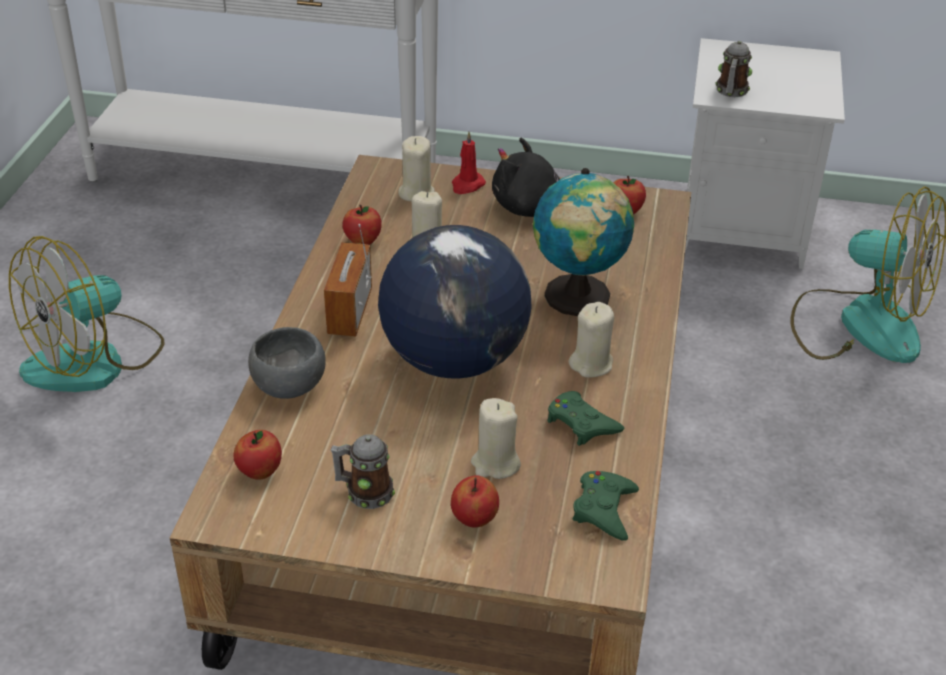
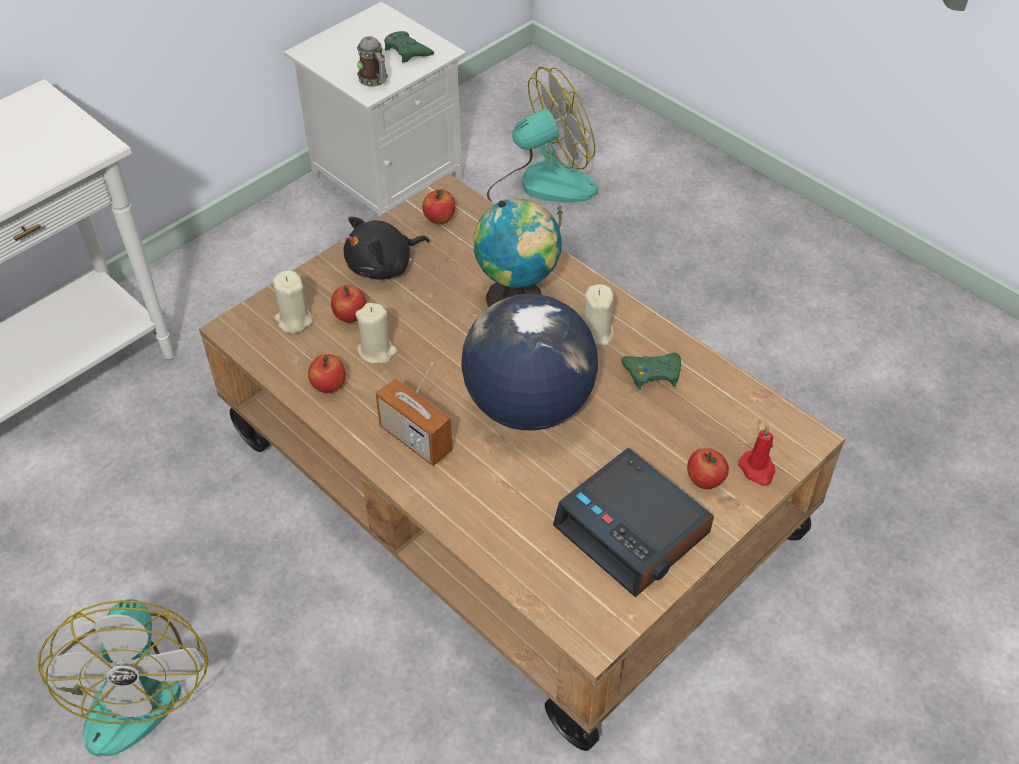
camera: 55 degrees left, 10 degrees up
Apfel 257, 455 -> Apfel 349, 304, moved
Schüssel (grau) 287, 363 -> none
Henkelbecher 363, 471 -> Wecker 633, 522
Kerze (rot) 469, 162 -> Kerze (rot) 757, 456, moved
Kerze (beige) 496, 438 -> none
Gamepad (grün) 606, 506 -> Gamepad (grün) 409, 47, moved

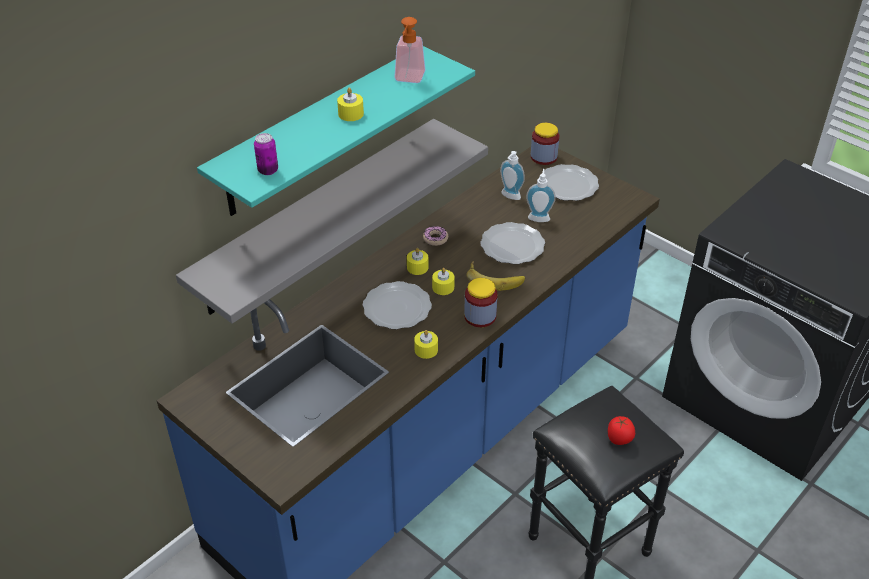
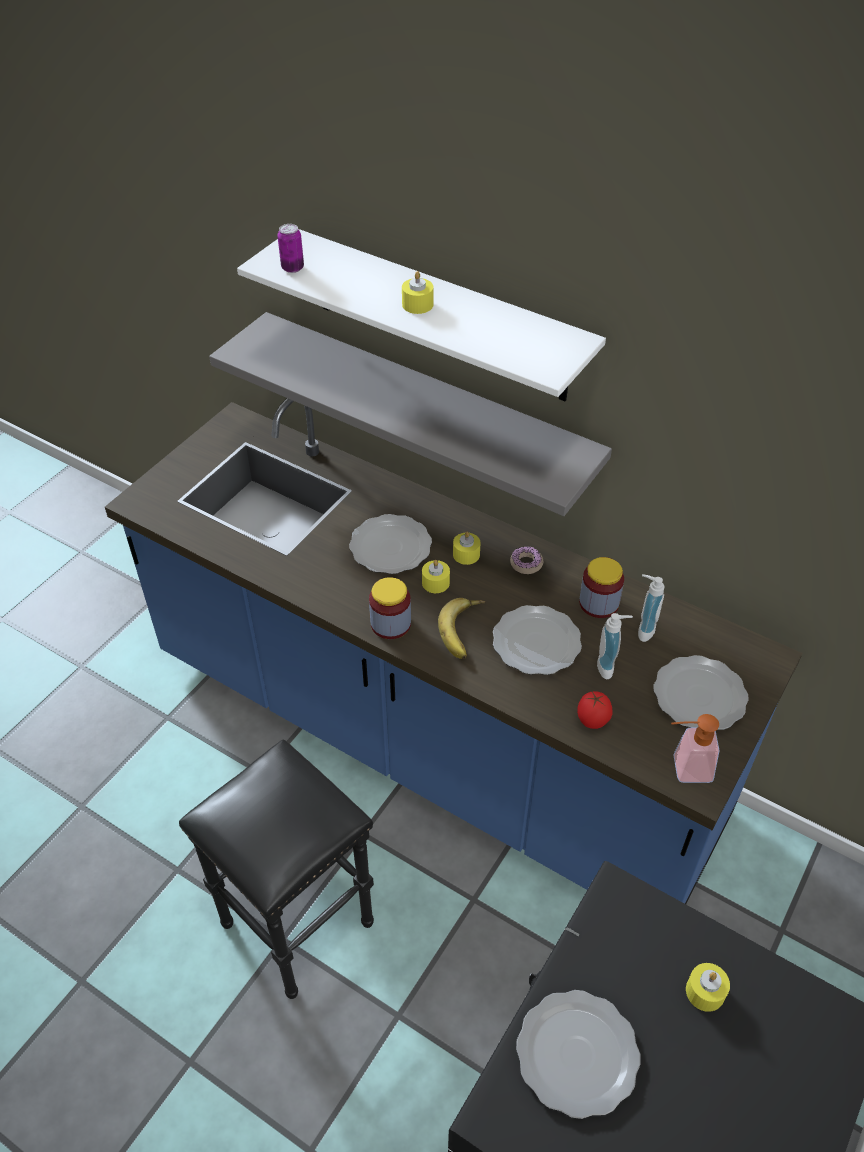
camera: 80 degrees right, 5 degrees up
Wandregal (türkis) 336, 131 -> Wandregal (weiß) 421, 315
Seifenspender 409, 50 -> Seifenspender 695, 748, moved
Kerze (gelb) 426, 344 -> Kerze (gelb) 708, 987, moved
Vorratsglas 545, 144 -> Vorratsglas 601, 587, moved
Tomate 621, 430 -> Tomate 595, 710, moved
none -> Teller 578, 1054

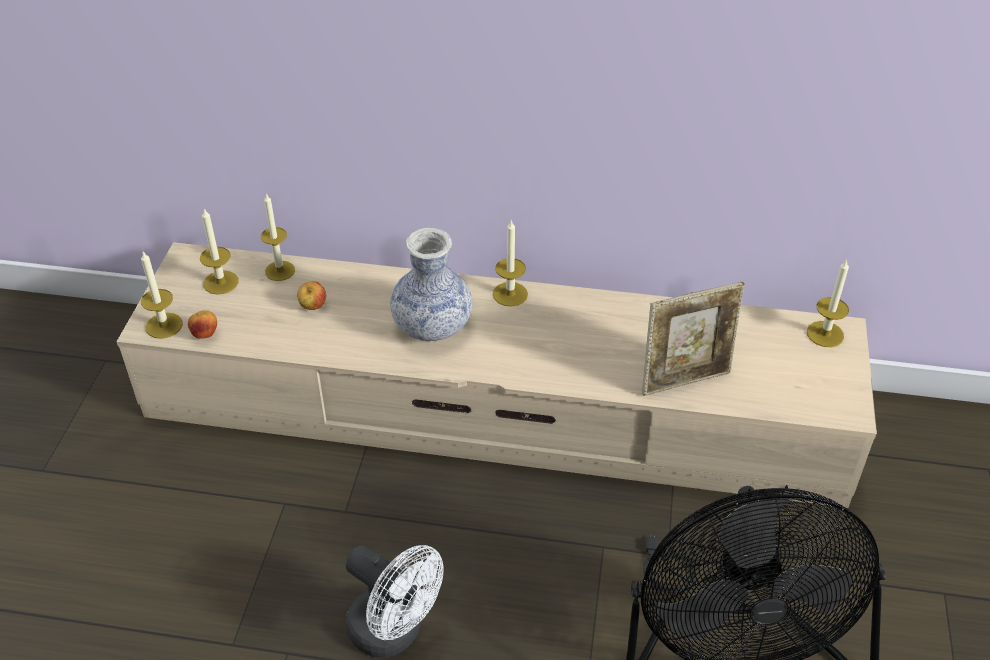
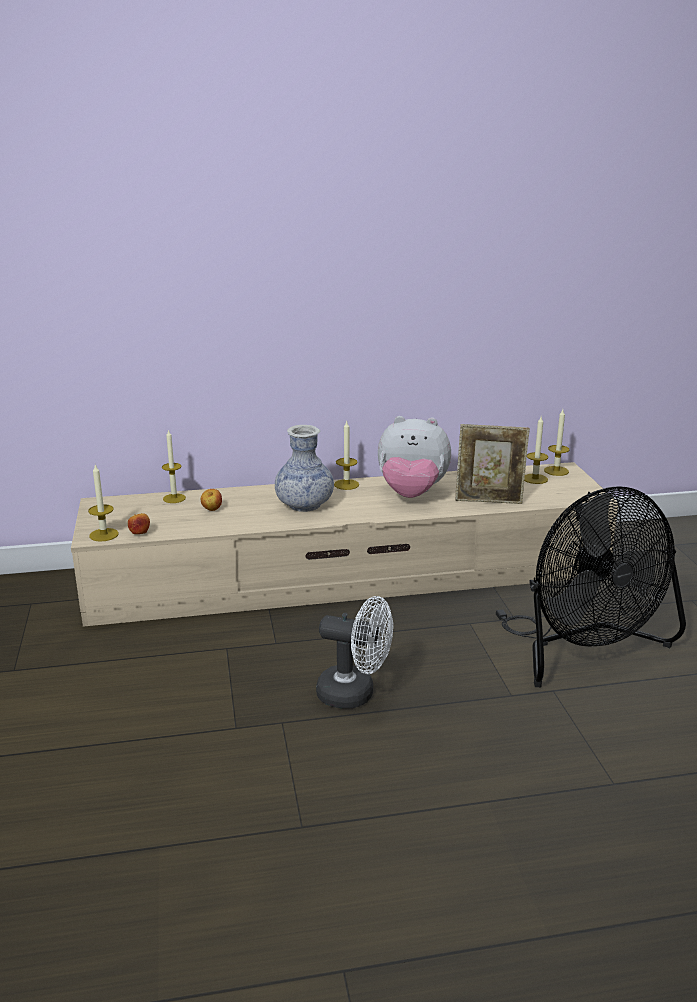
camera: 20 degrees left, 20 degrees down
Kerze 219, 252 -> Kerze 536, 450, moved
Bilderrahmen 693, 339 -> Bilderrahmen 492, 464, 45 degrees clockwise
none -> Plüschtier 414, 457

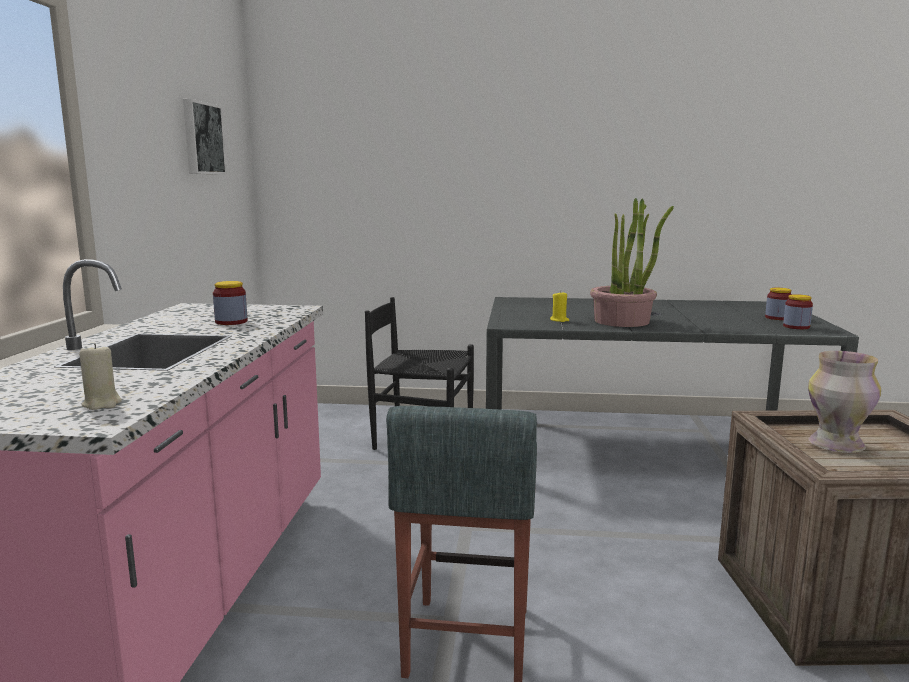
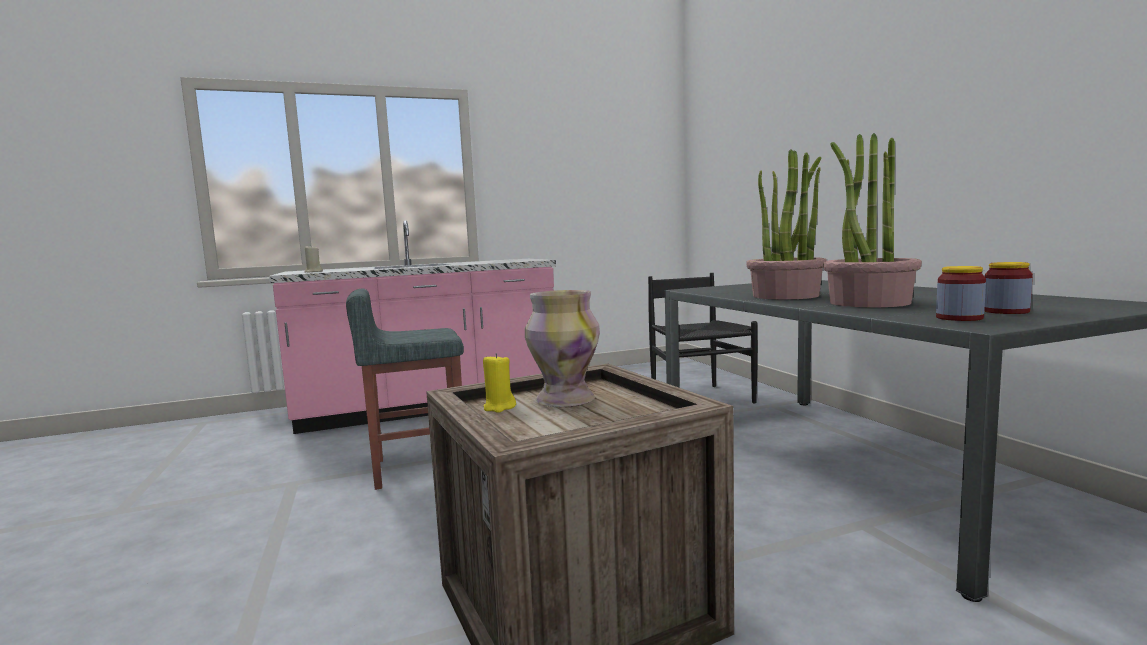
camera: 65 degrees right, 5 degrees down
Bild 205, 136 -> none
Vorratsglas 230, 303 -> none
Kerze (gelb) 559, 306 -> Kerze (gelb) 499, 383, moved
none -> Topfpflanze 872, 220

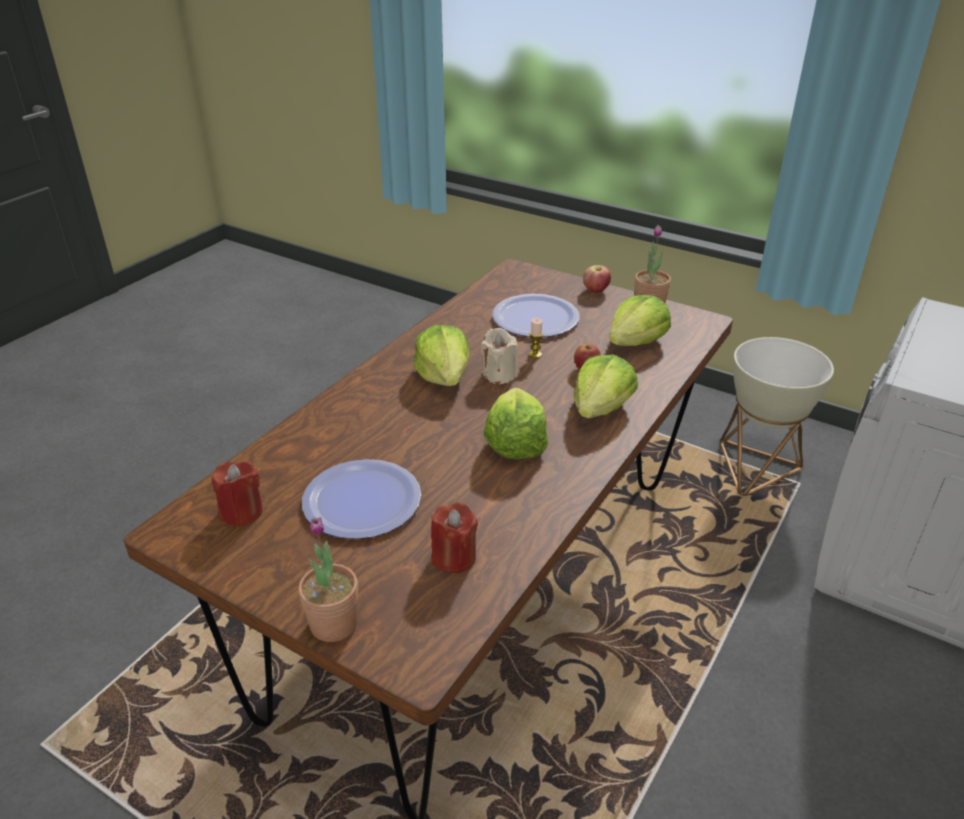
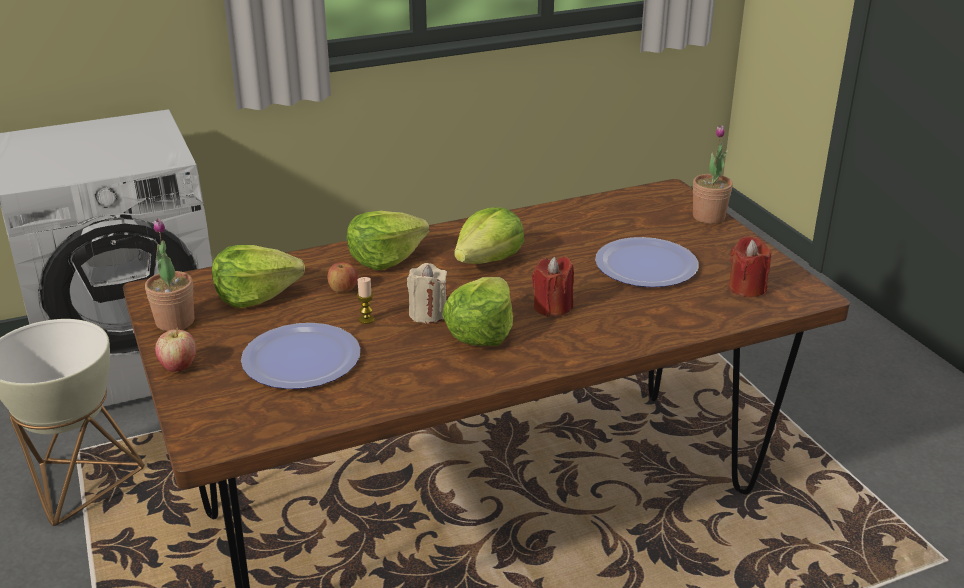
camera: 145 degrees left, 5 degrees down
Kerze (rot) 454, 537 -> Kerze (rot) 553, 287, moved

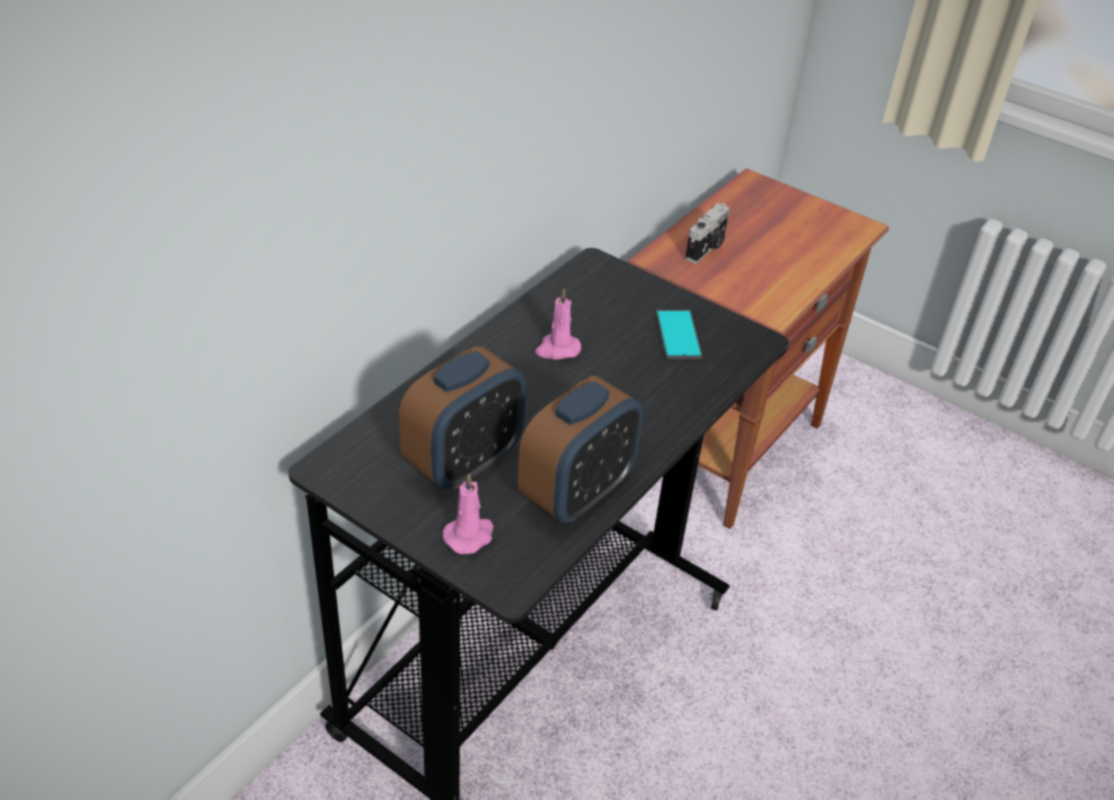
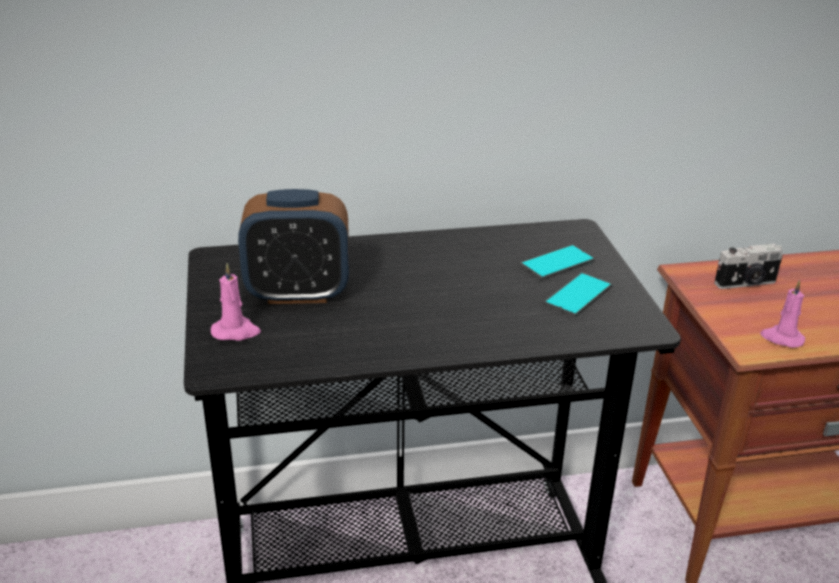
camera: 45 degrees right, 10 degrees down
Wecker 580, 449 -> none
Kerze (rosa) 558, 324 -> Kerze (rosa) 782, 314, moved
none -> Handy 557, 262

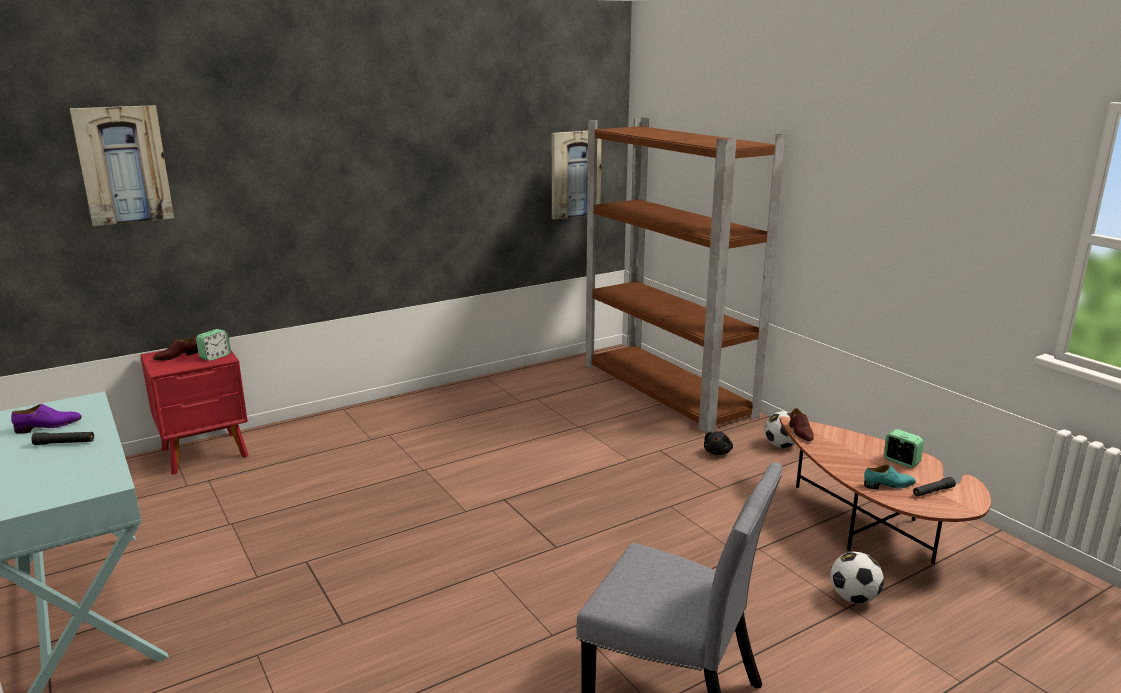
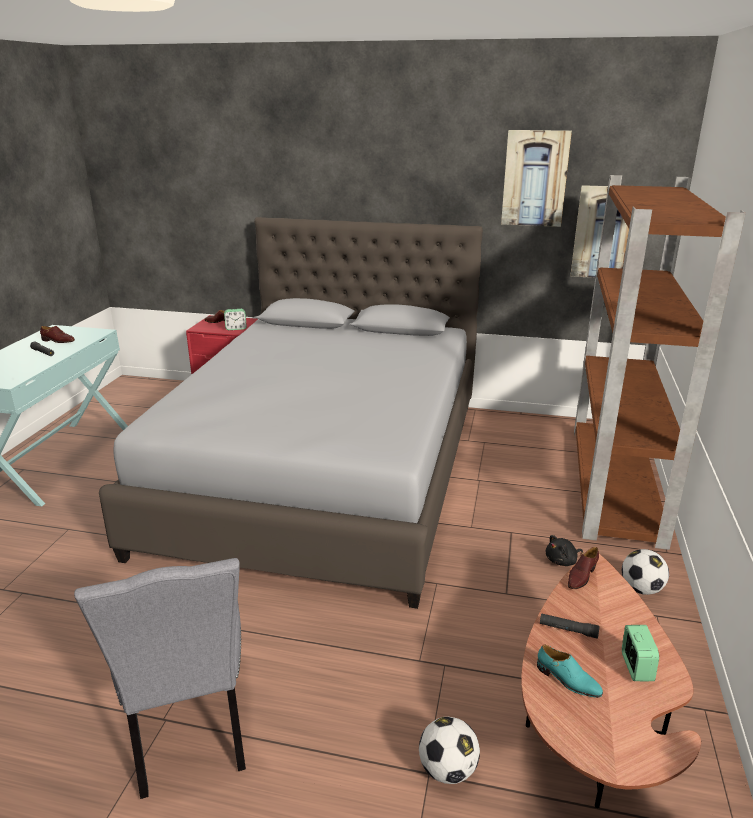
camera: 45 degrees right, 5 degrees up
Schuh (lila) 46, 419 -> Schuh (braun) 57, 334
Bild 122, 165 -> Bild 536, 178, moved
Taschenlampe (schwarz) 934, 487 -> Taschenlampe (schwarz) 570, 626, moved
none -> Bett (grau) 291, 413

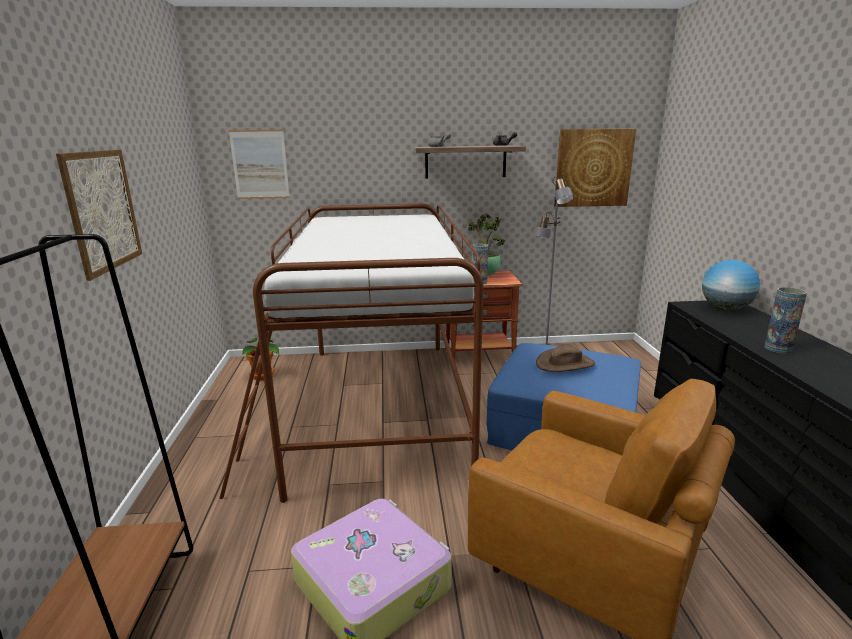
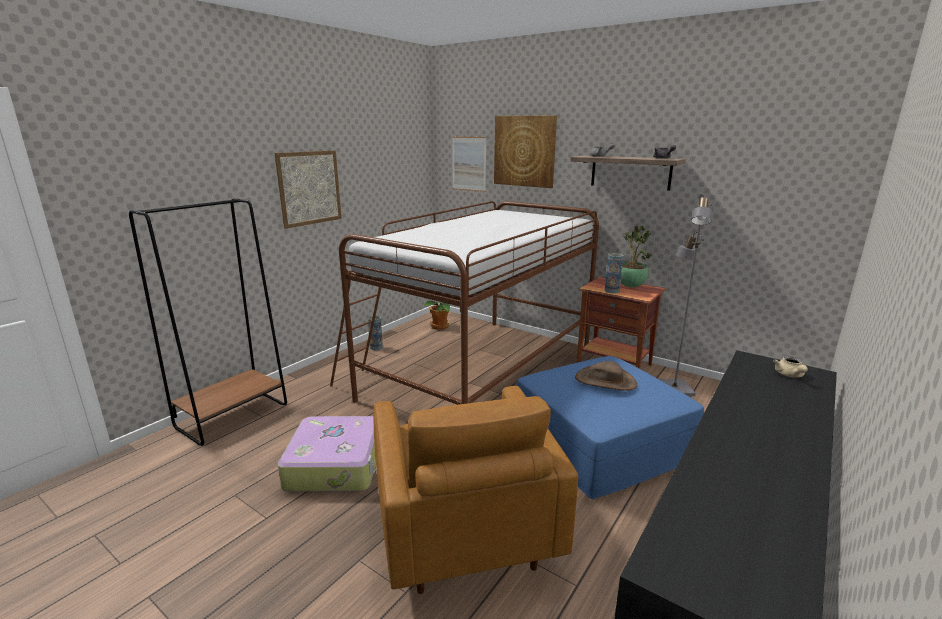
camera: 40 degrees right, 0 degrees up
Bild 595, 168 -> Bild 525, 151, moved
Globus 731, 285 -> Teekanne (beige) 791, 367
Vase 785, 320 -> Vase 375, 333, moved

